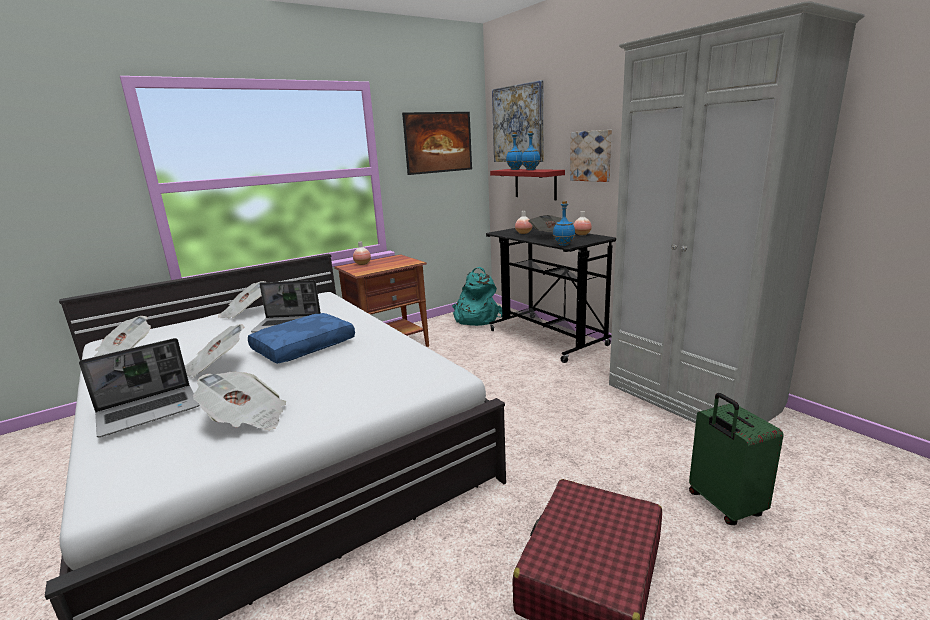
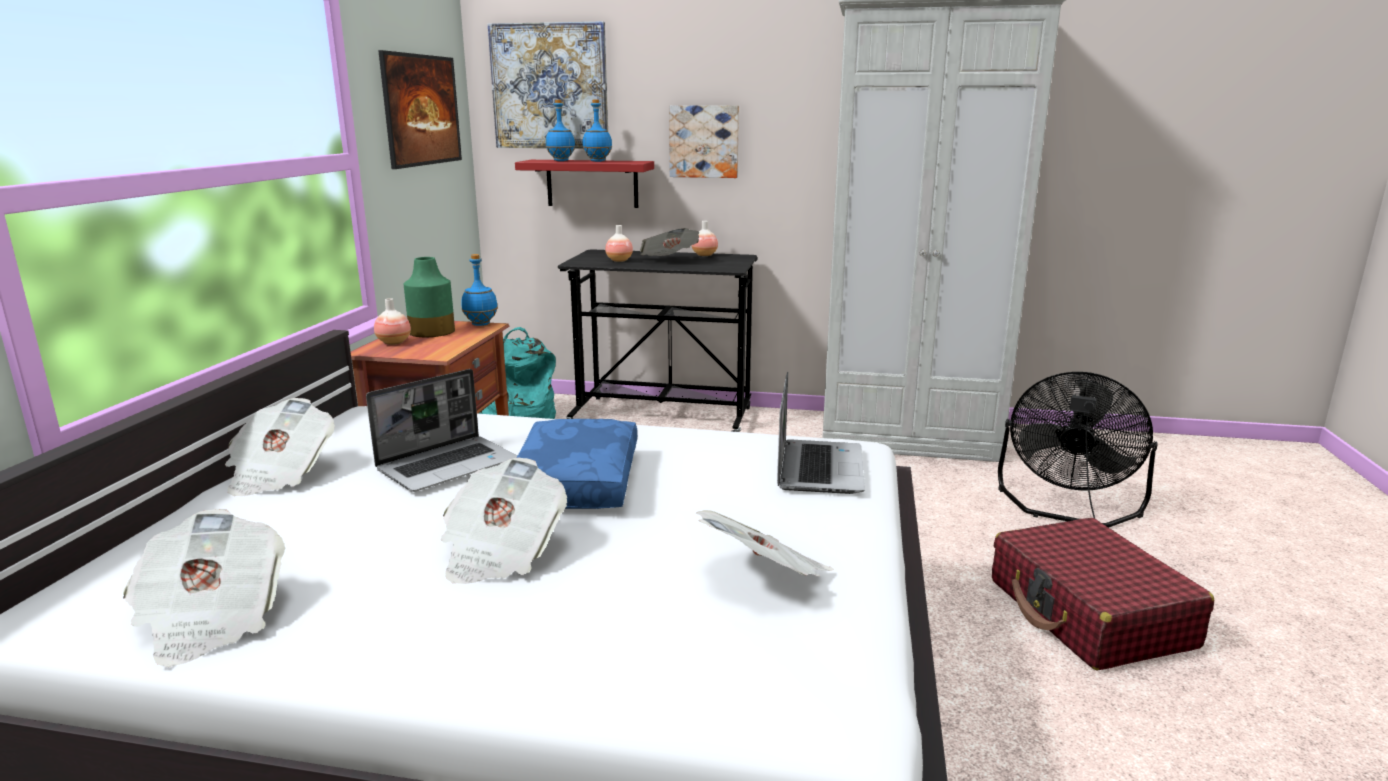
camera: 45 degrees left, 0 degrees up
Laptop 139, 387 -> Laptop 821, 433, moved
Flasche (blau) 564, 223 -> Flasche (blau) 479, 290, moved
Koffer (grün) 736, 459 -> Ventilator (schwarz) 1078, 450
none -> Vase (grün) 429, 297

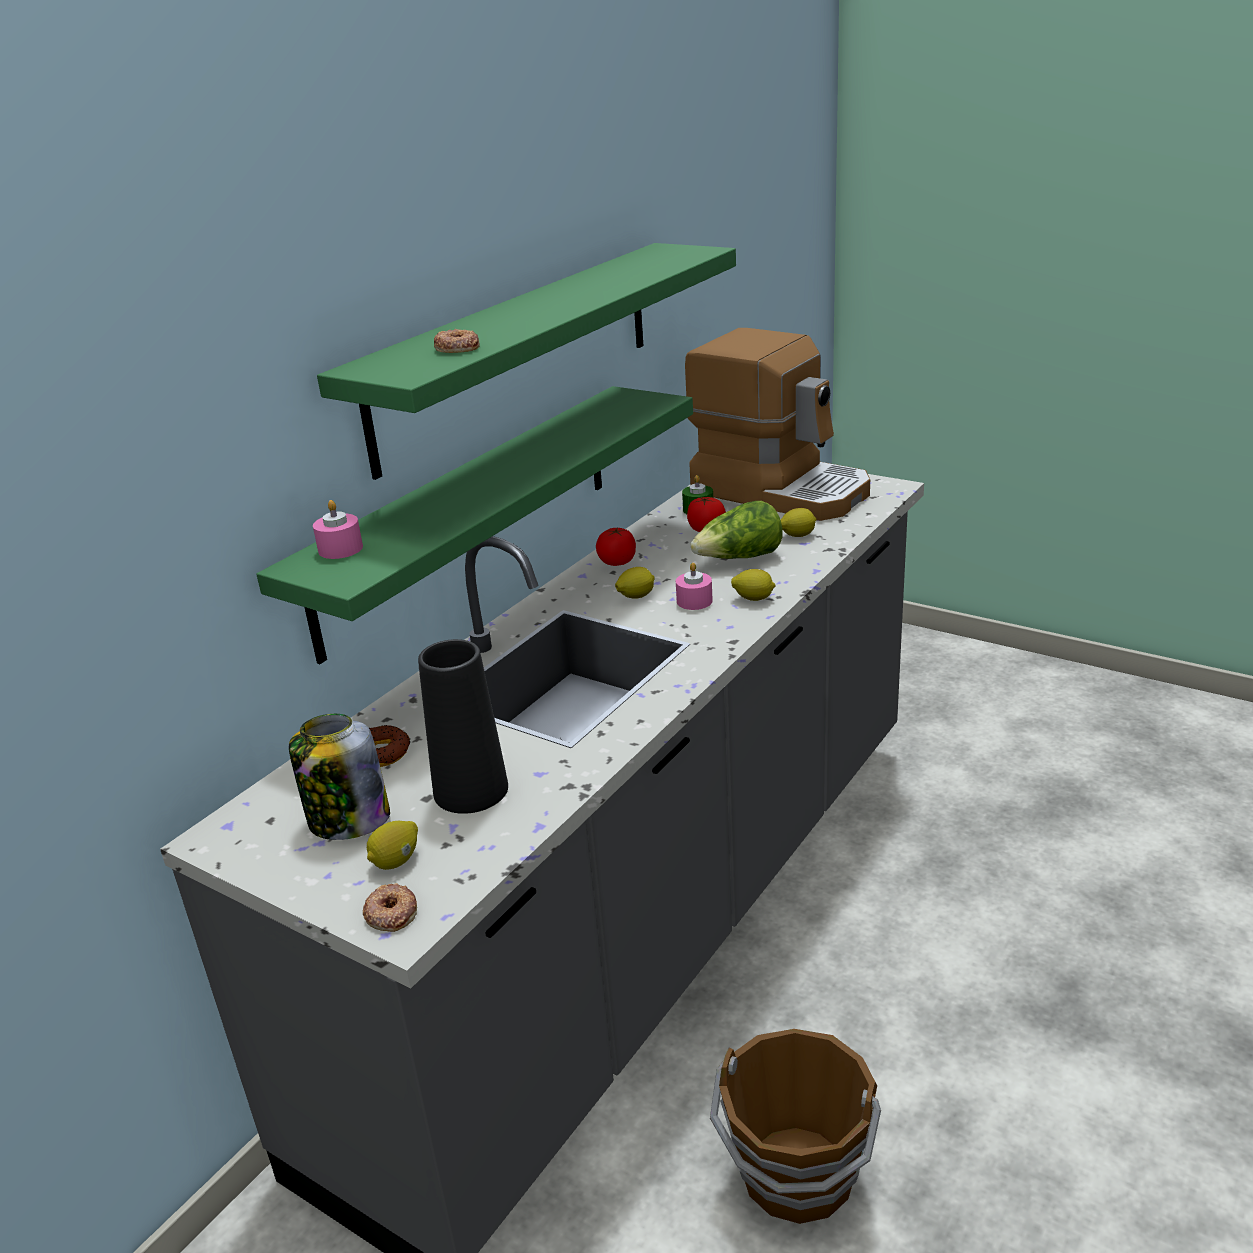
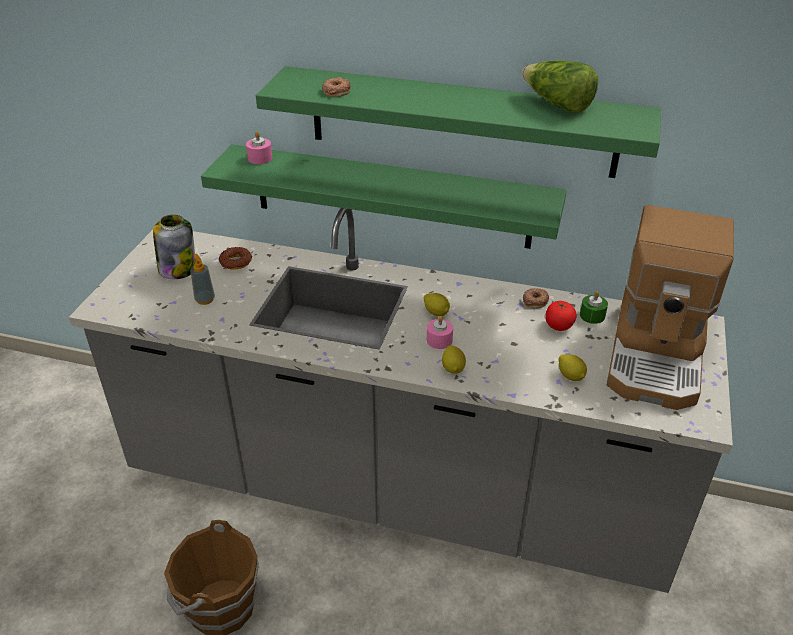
camera: 70 degrees right, 10 degrees up
Donut 390, 907 -> Donut 536, 298, moved
Zitrone 392, 845 -> none
Vase (schwarz) 463, 726 -> Seifenspender 202, 279
Tomate 616, 546 -> none
Salatkopf 736, 530 -> Salatkopf 560, 86, moved

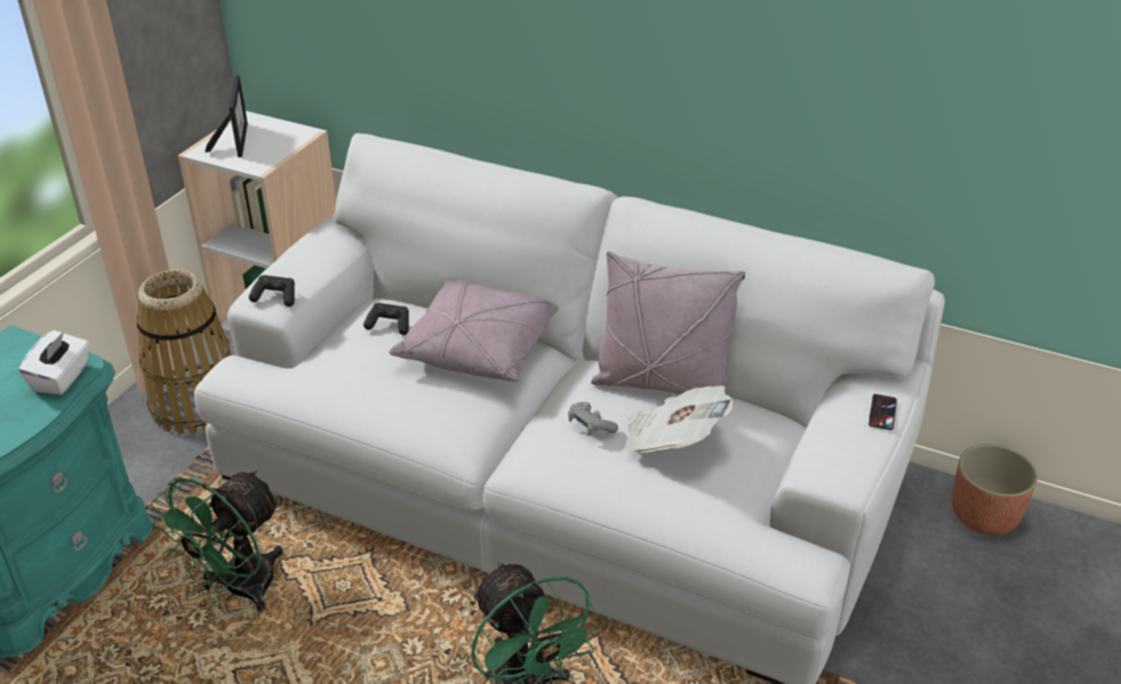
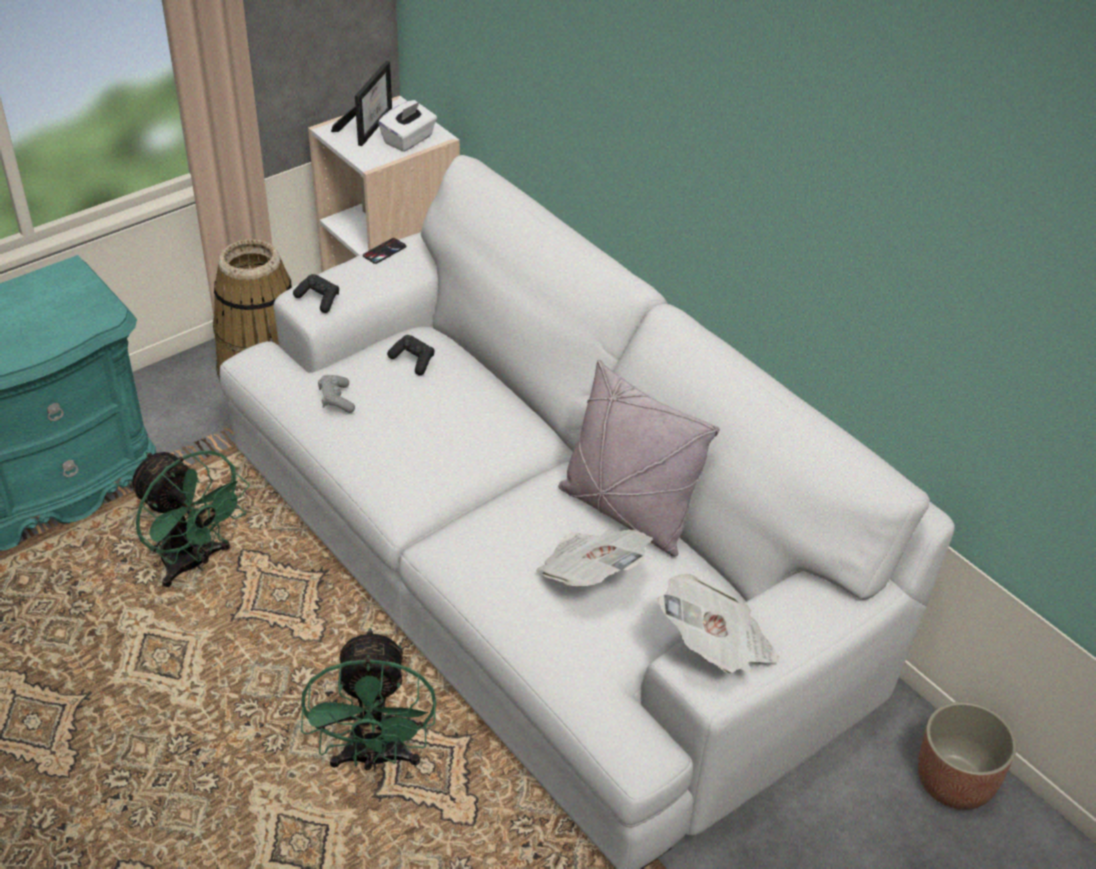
camera: 25 degrees right, 5 degrees up
Taschentuchbox (weiß) 54, 362 -> Taschentuchbox (weiß) 407, 126, moved
Ventilator (grün) 217, 541 -> Ventilator (grün) 189, 519, 105 degrees counterclockwise
Kissen (lila) 474, 331 -> none
Gamepad (grau) 593, 419 -> Gamepad (grau) 336, 394, moved
Handy 883, 412 -> Handy 385, 251, moved
none -> Zeitung 719, 624

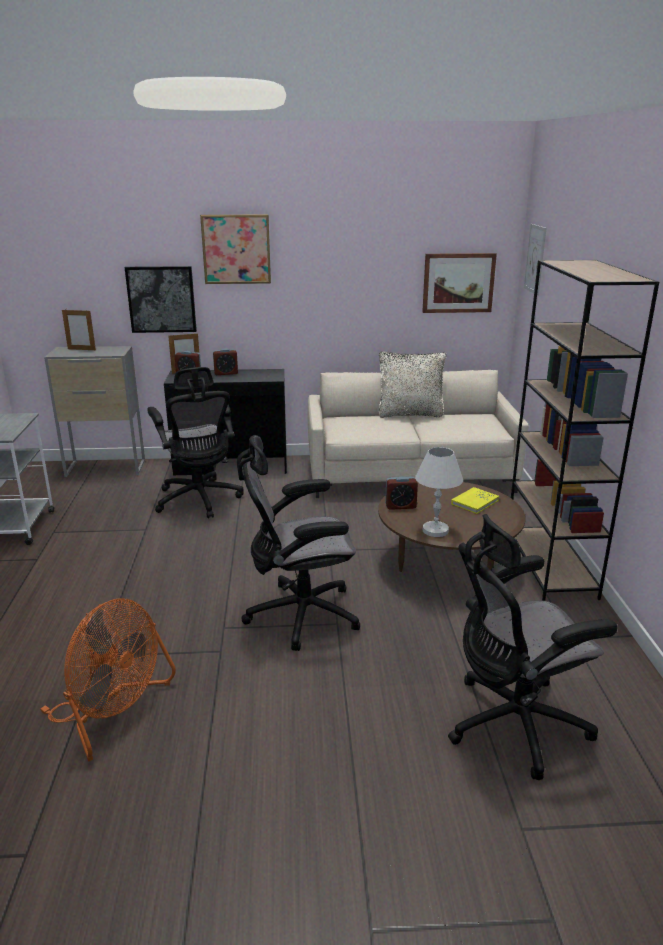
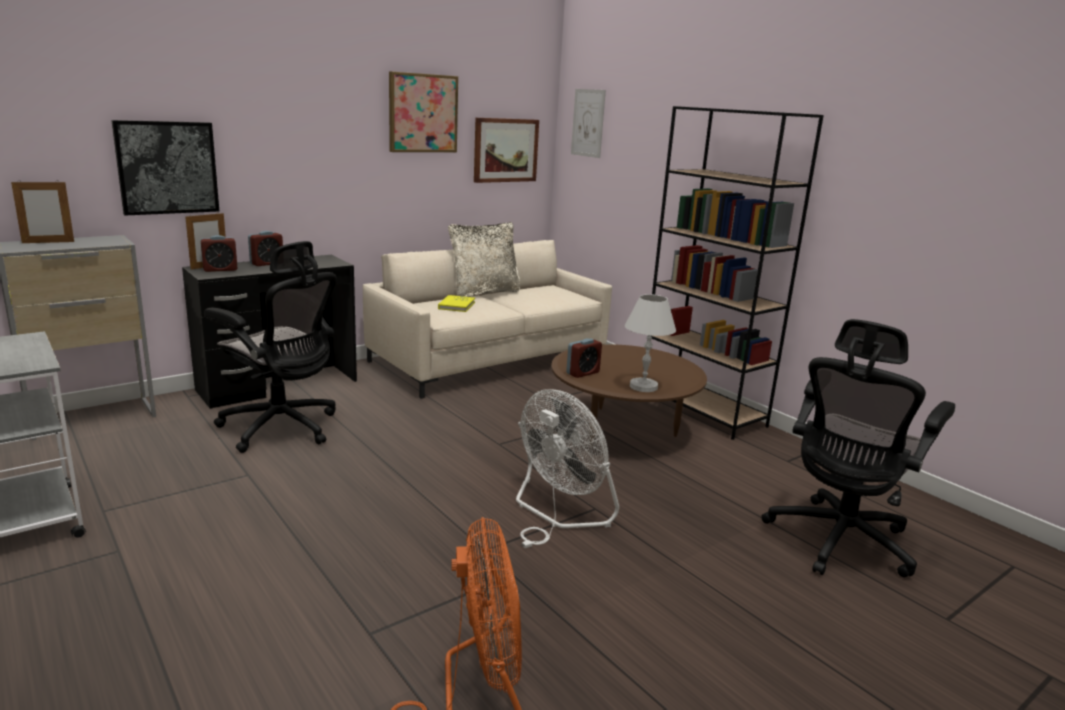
camera: 35 degrees left, 5 degrees down
Bild 235, 249 -> Bild 423, 111, moved
Bürostuhl 298, 543 -> Ventilator (weiß) 567, 468
Buch (gelb) 475, 500 -> Buch (gelb) 456, 303, moved

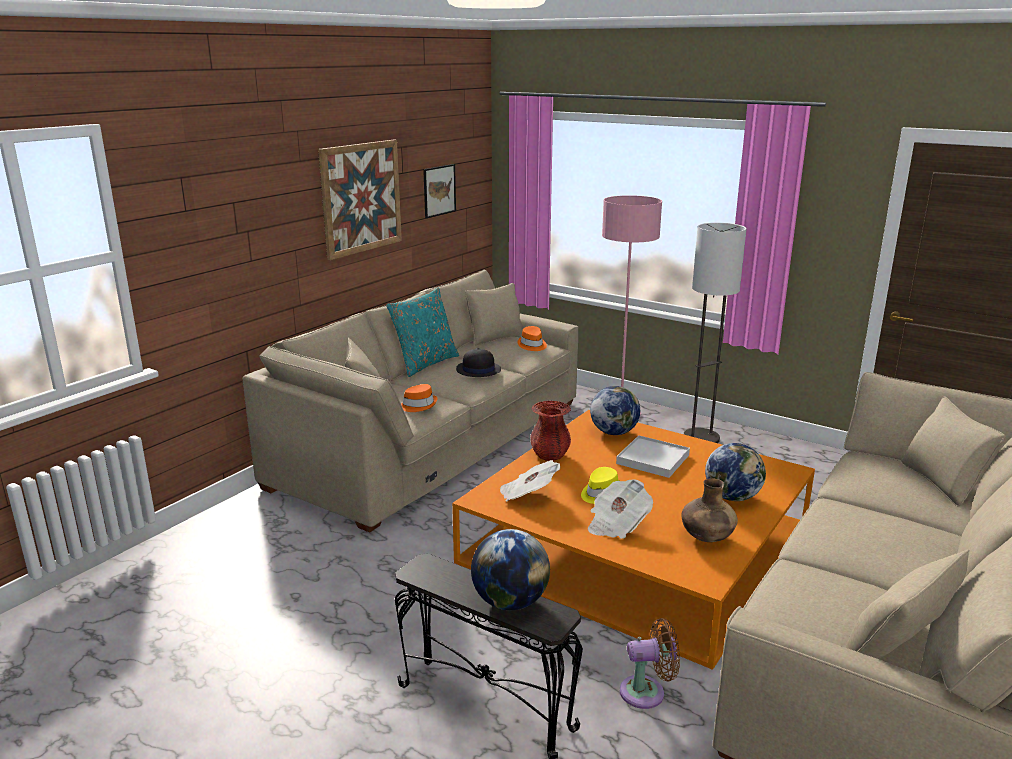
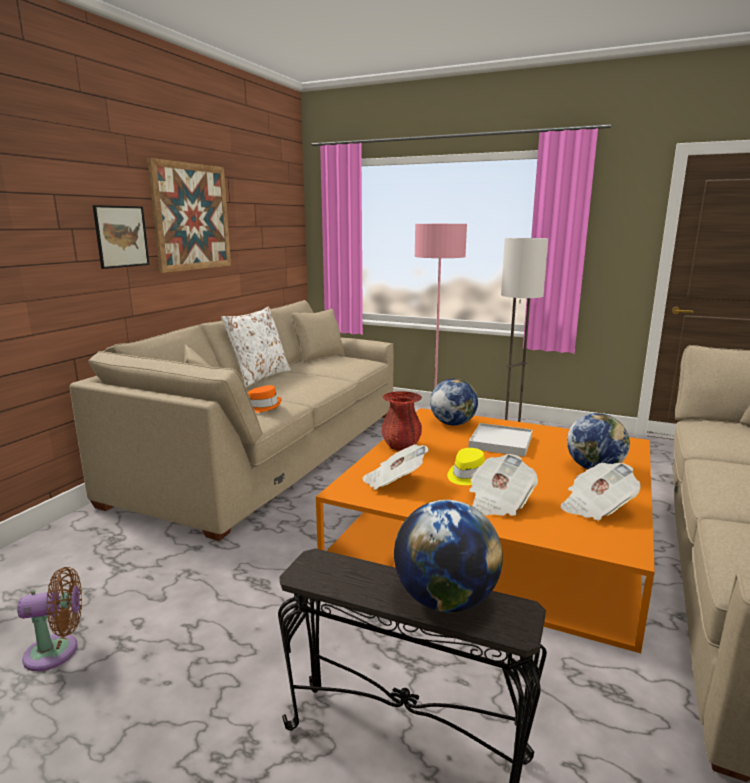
camera: 10 degrees left, 5 degrees down
Kissen (türkis) 422, 332 -> Kissen (weiß) 256, 346
Bild 439, 191 -> Bild 121, 237, moved
Hut (schwarz) 478, 362 -> none
Hut (orange) 532, 338 -> none
Ventilator (braun) 650, 663 -> Ventilator (braun) 49, 619, moved
Vase (braun) 710, 510 -> Zeitung 600, 491

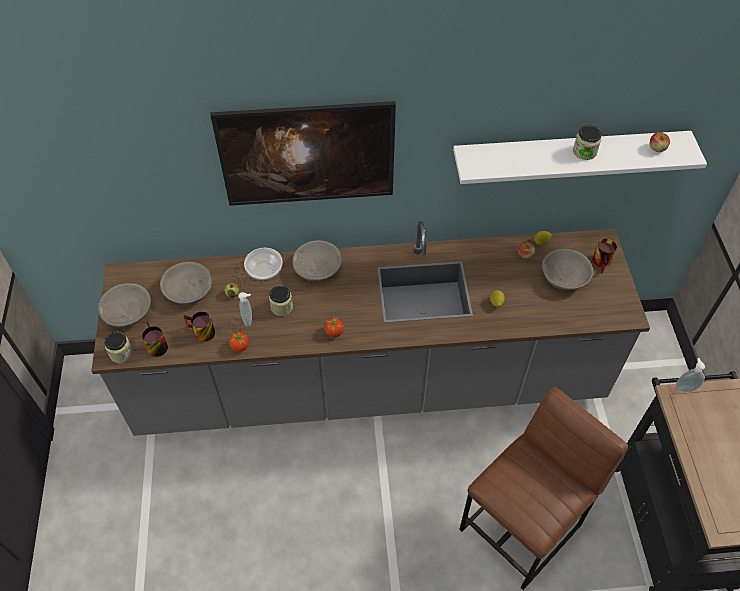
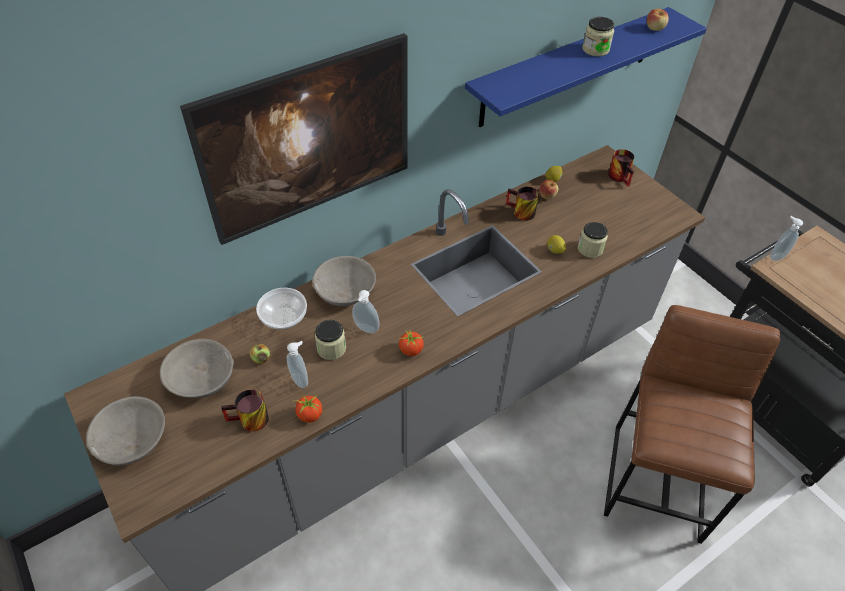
camera: 30 degrees left, 5 degrees down
Vorratsglas 118, 347 -> Vorratsglas 593, 240, moved
Henkelbecher 155, 339 -> Henkelbecher 522, 203, moved
Wandregal (weiß) 580, 157 -> Wandregal (blau) 586, 67
Schüssel (grau) 568, 269 -> none
none -> Seifenspender 366, 311

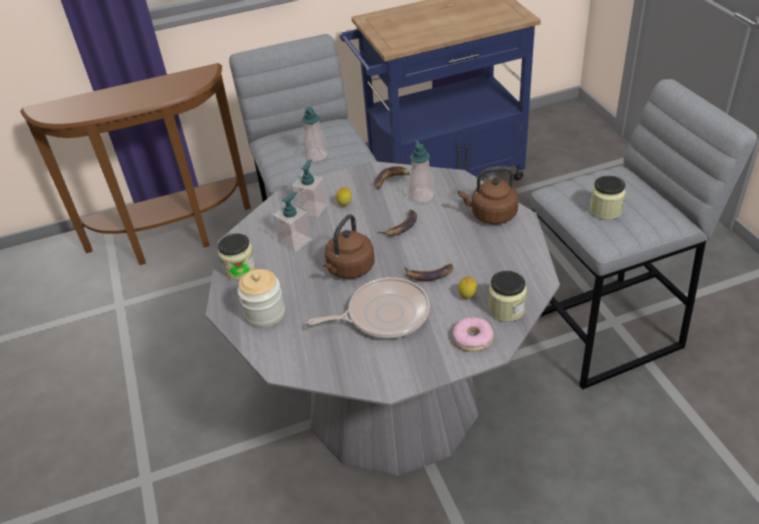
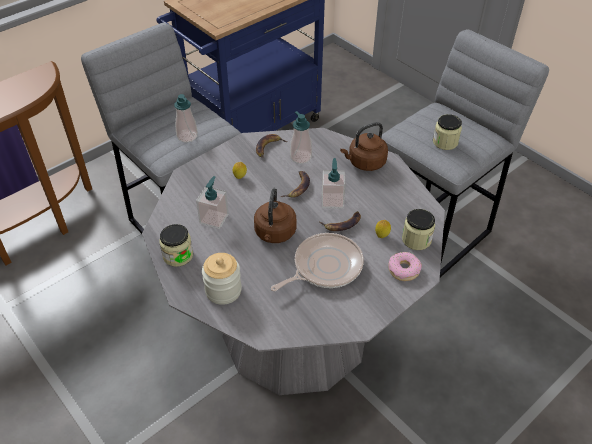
camera: 25 degrees left, 5 degrees up
Seifenspender 310, 189 -> Seifenspender 334, 183, moved

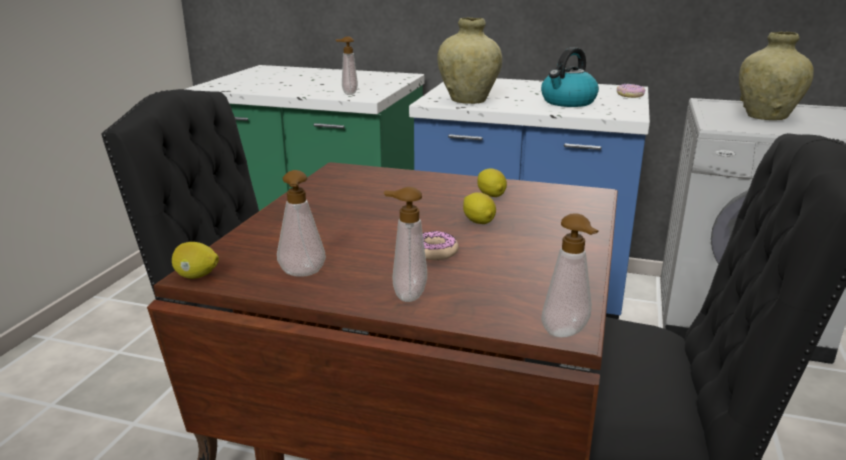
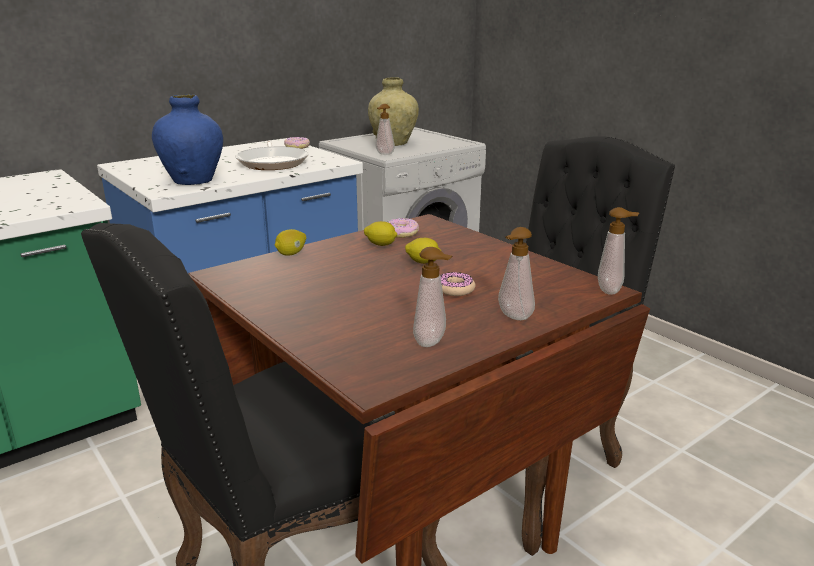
camera: 55 degrees left, 0 degrees up
Zitrone 195, 260 -> Zitrone 290, 242, moved
Seifenspender 347, 66 -> Seifenspender 385, 129, moved
Vase (beige) 469, 60 -> Vase (blau) 187, 139
Wasserkessel 570, 77 -> Pfanne 272, 155
none -> Donut 403, 228

